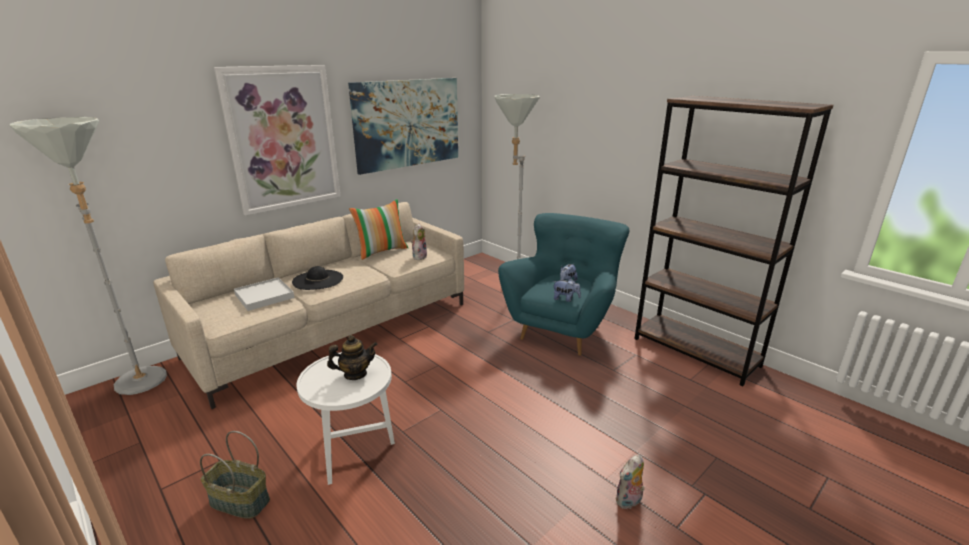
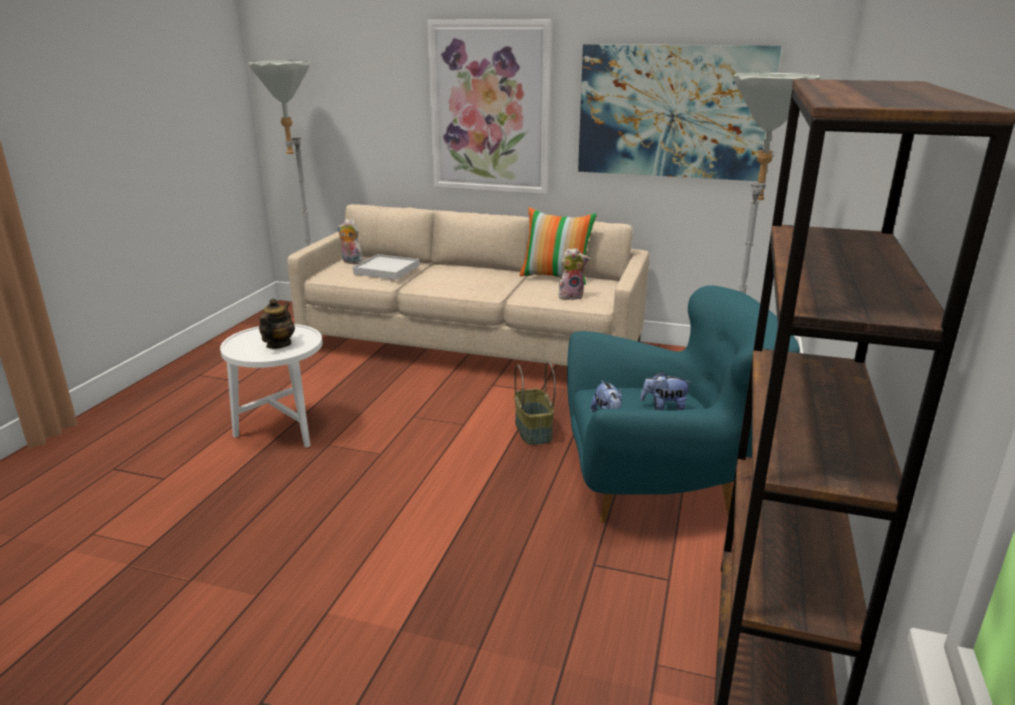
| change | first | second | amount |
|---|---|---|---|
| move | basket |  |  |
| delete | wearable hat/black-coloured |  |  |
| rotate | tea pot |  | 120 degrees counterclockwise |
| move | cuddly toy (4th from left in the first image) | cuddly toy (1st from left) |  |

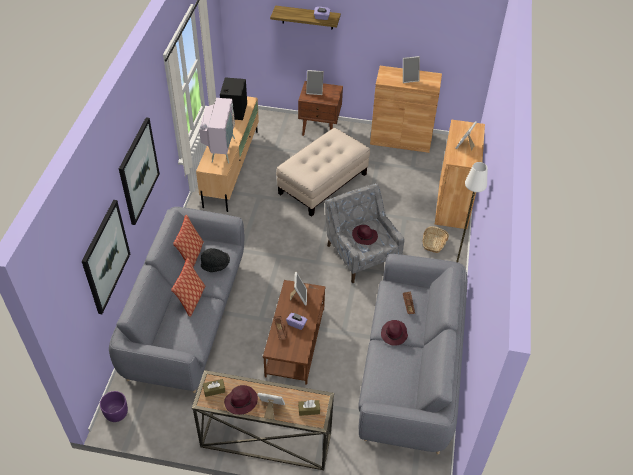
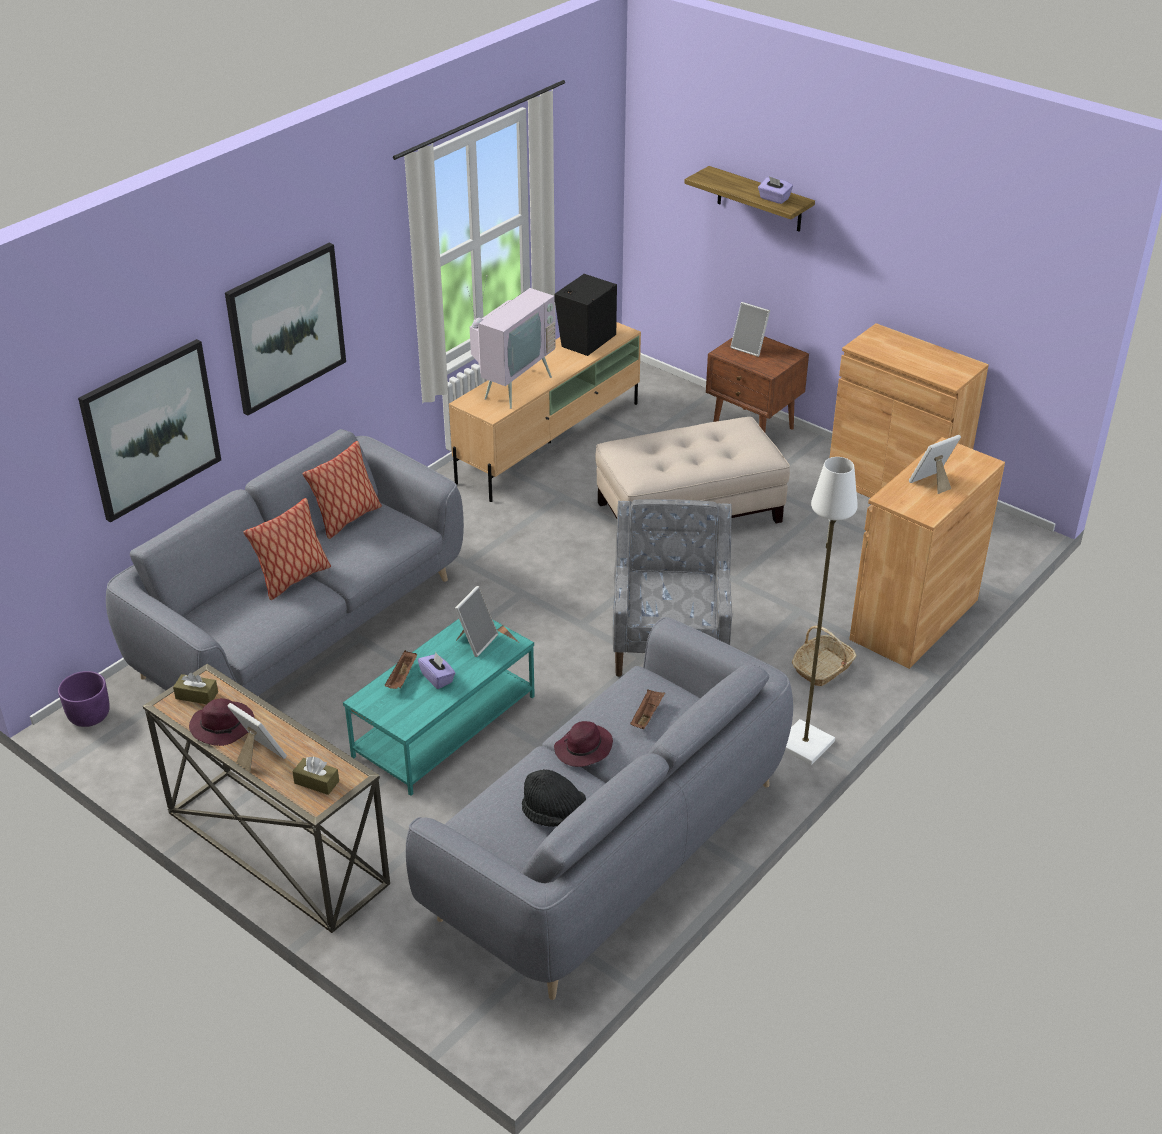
| change | first | second | amount |
|---|---|---|---|
| move | wearable hat/black-coloured |  |  |
| recolor | lounge table/brownish | lounge table/turquoise |  |
| delete | wearable hat/purple (2nd from left) |  |  |
| delete | photo frame (4th from left) |  |  |

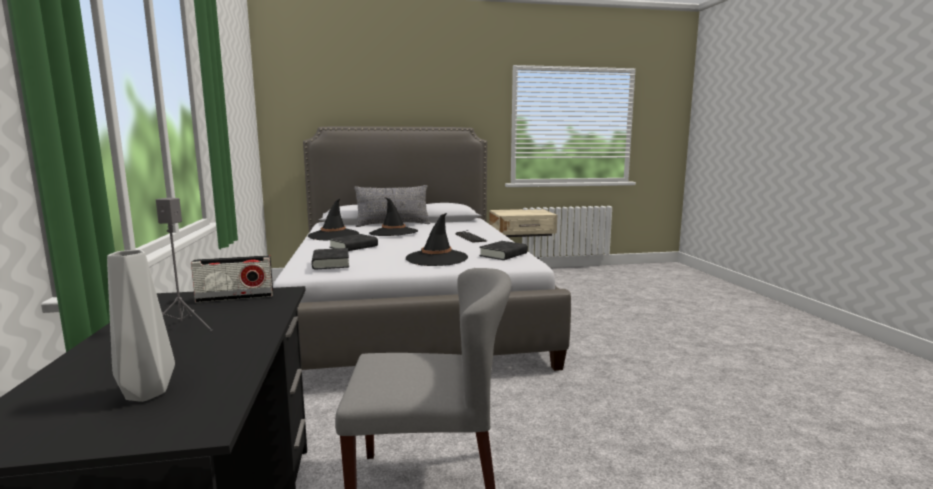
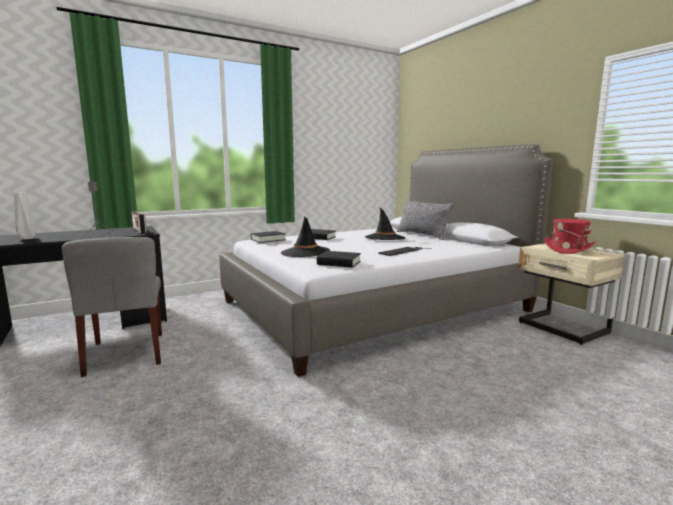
| change | first | second | amount |
|---|---|---|---|
| delete | wearable hat/black-coloured (1st from left) |  |  |
| insert |  | wearable hat/reddish |  |

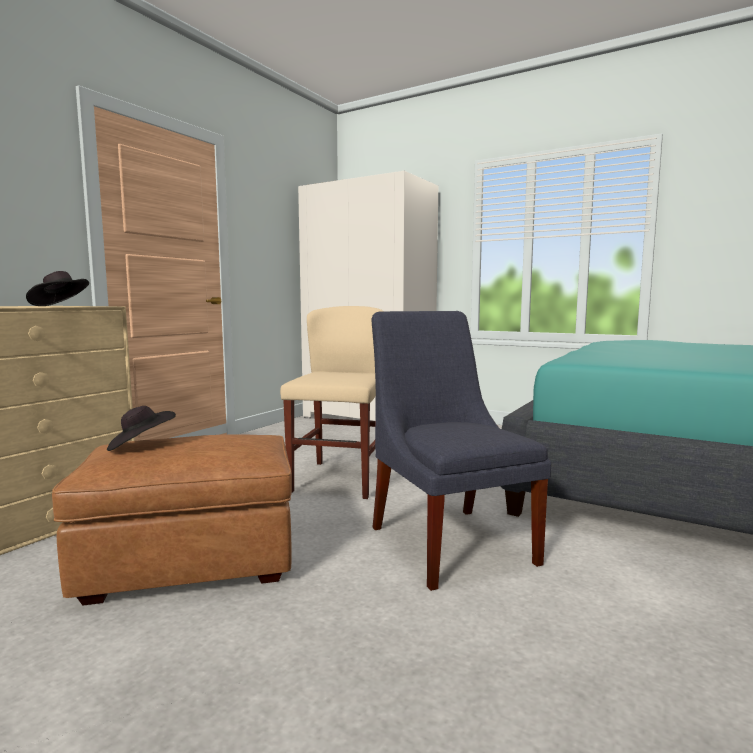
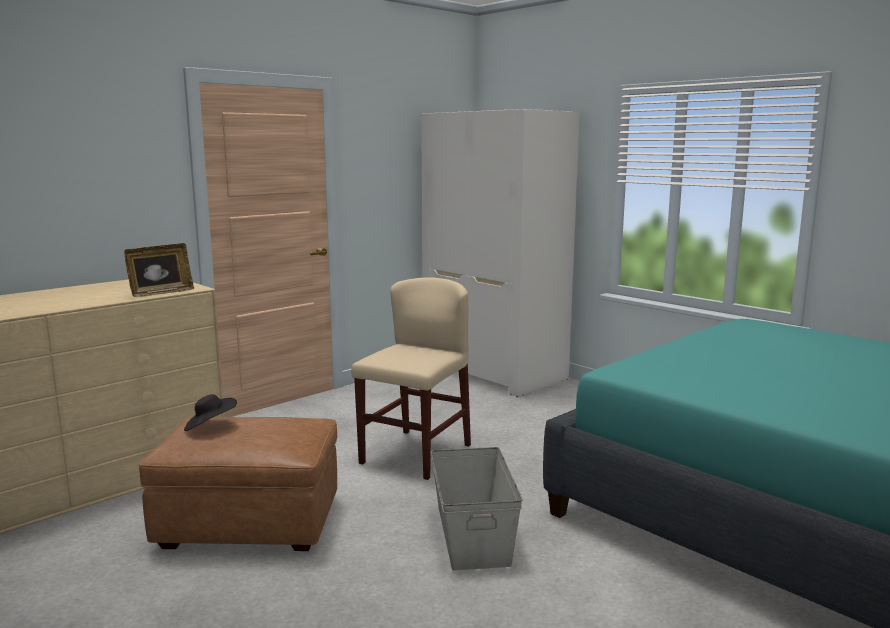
| change | first | second | amount |
|---|---|---|---|
| replace | wearable hat/black-coloured (1st from left) | photo frame |  |
| replace | chair/blue-coloured | storage container/greyish |  |

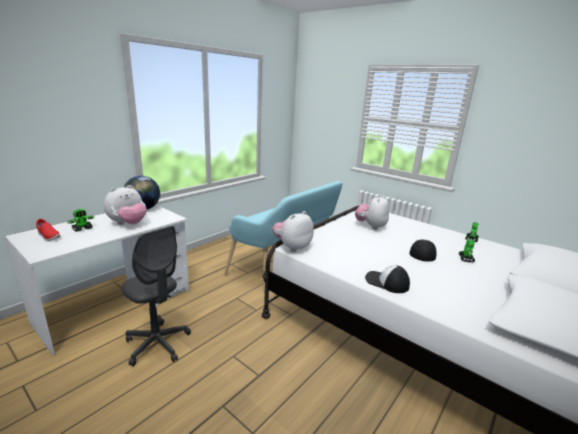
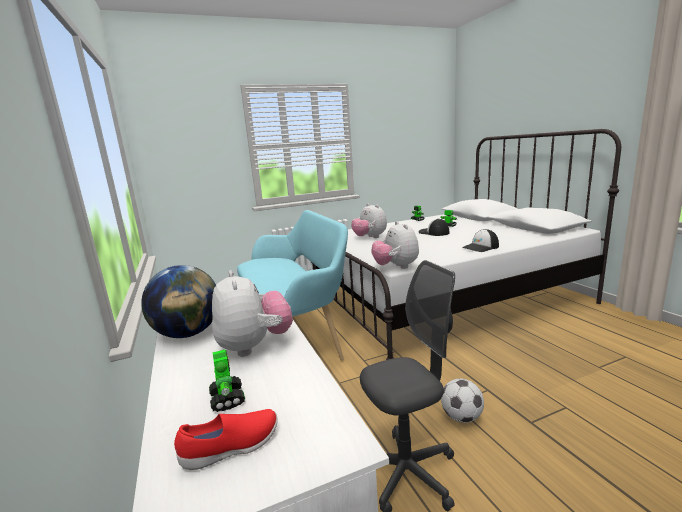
| change | first | second | amount |
|---|---|---|---|
| insert |  | football ball |  |

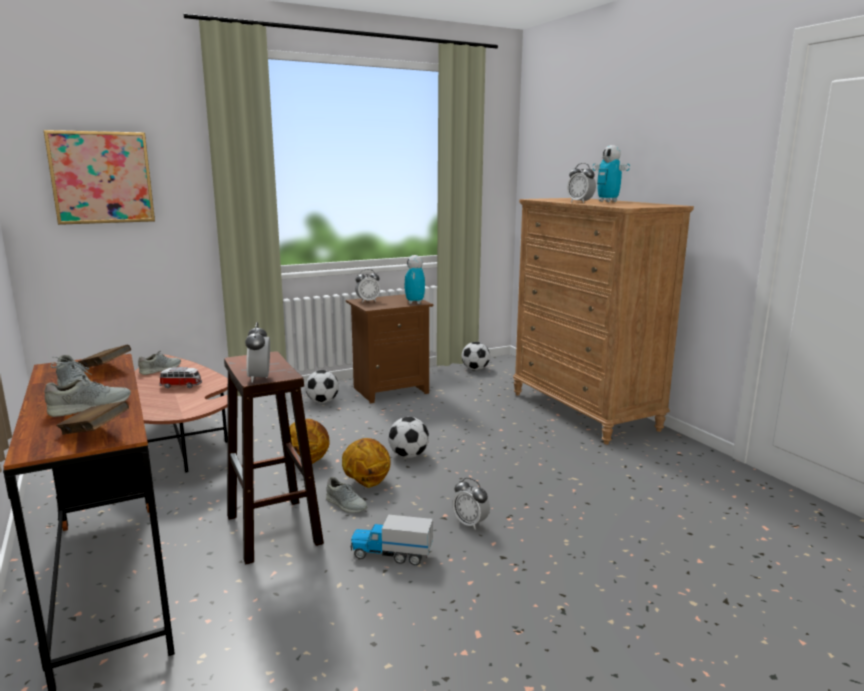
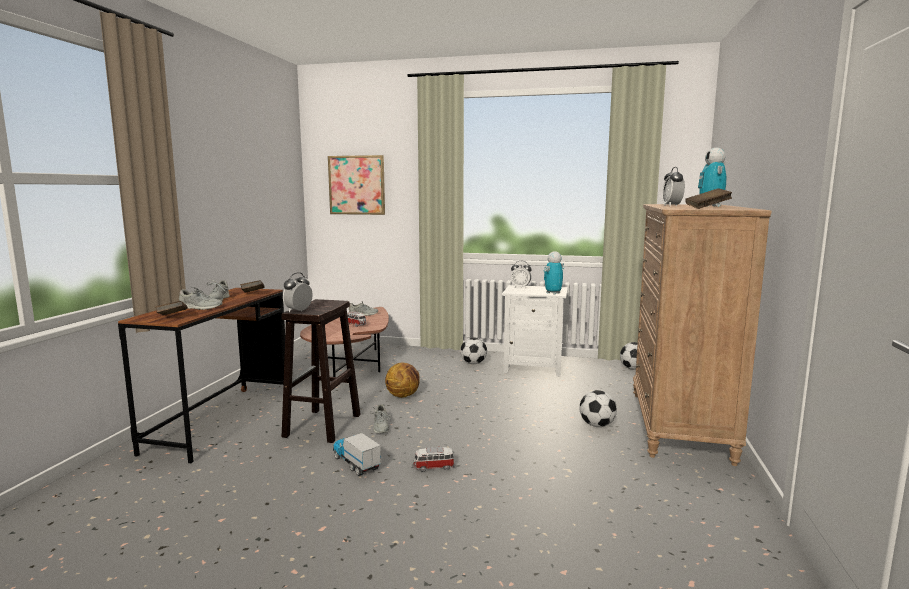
| change | first | second | amount |
|---|---|---|---|
| delete | ball for basketball (2nd from left) |  |  |
| recolor | bedside table/brownish | bedside table/white |  |
| move | football ball (2nd from left) |  |  |
| replace | table clock (3rd from left) | toy car (2nd from left) |  |
| insert |  | book/brownish (3rd from left) |  |

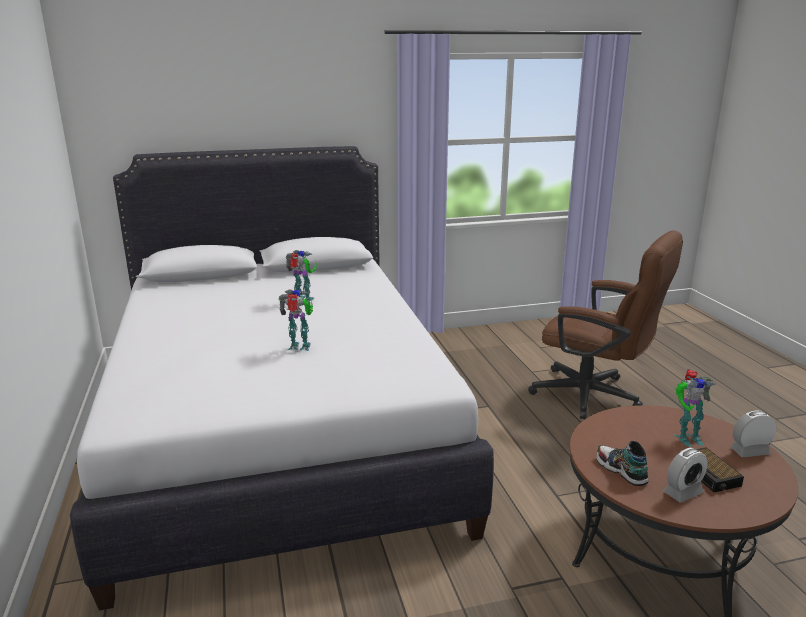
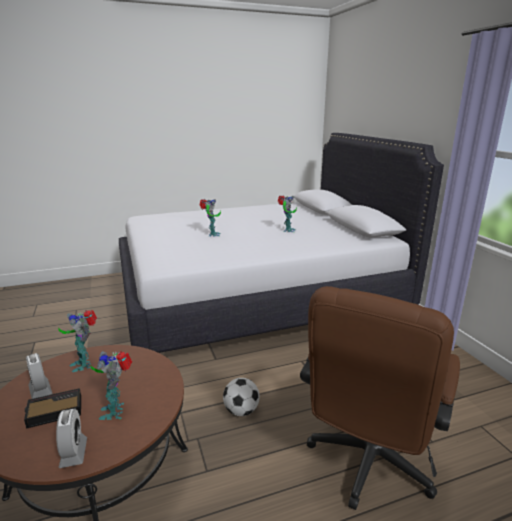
| change | first | second | amount |
|---|---|---|---|
| replace | item of footwear | model robot (1st from left) |  |
| insert |  | football ball |  |

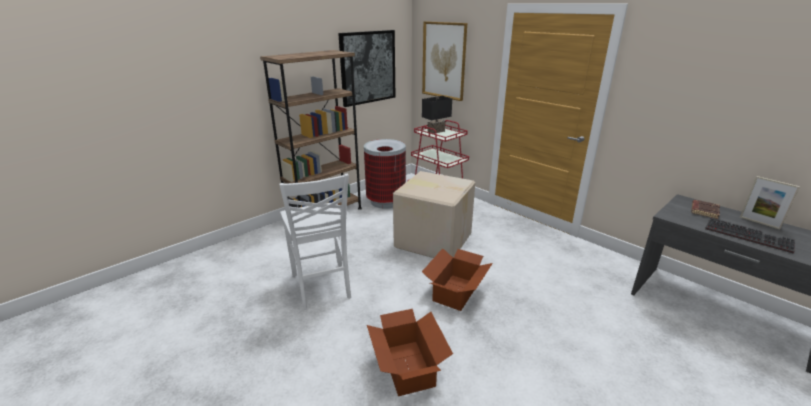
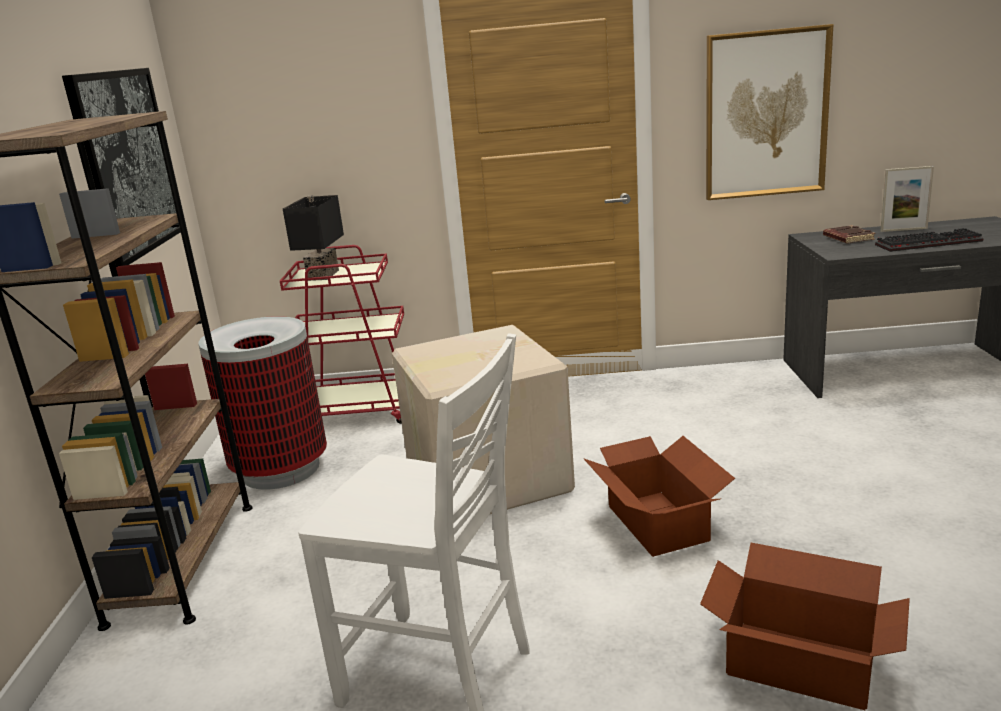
| change | first | second | amount |
|---|---|---|---|
| move | wall art (2nd from left) |  |  |

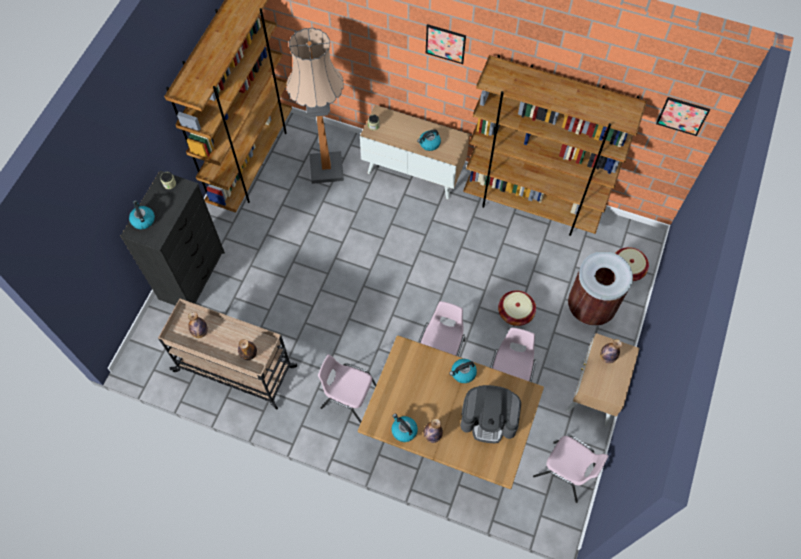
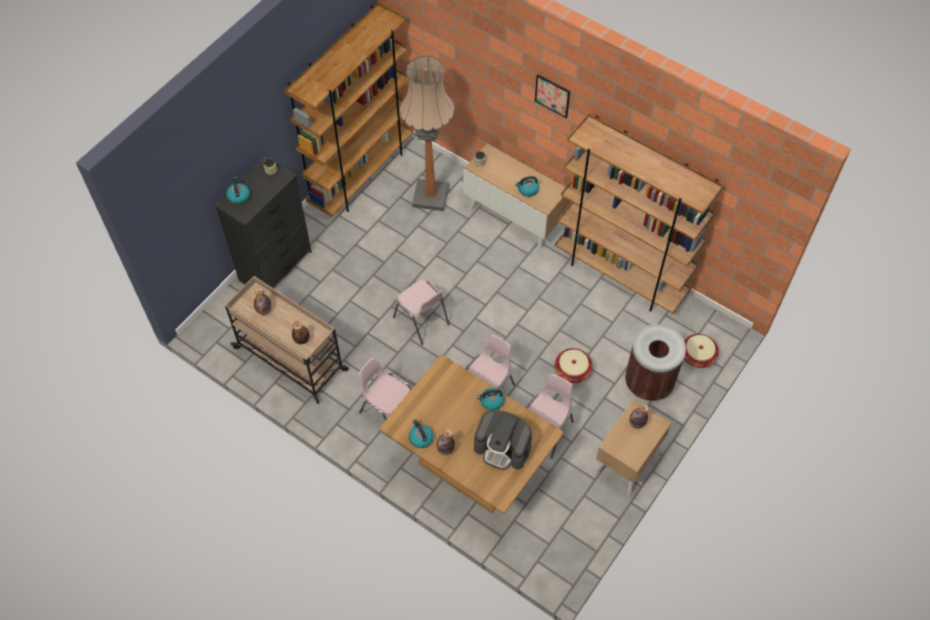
| change | first | second | amount |
|---|---|---|---|
| move | chair/pink (4th from left in the first image) | chair/pink (2nd from left) |  |
| delete | wall art (2nd from left) |  |  |

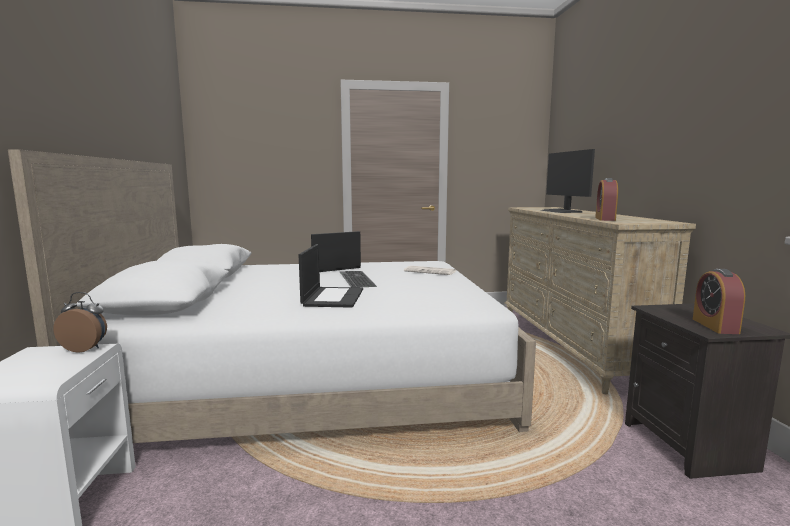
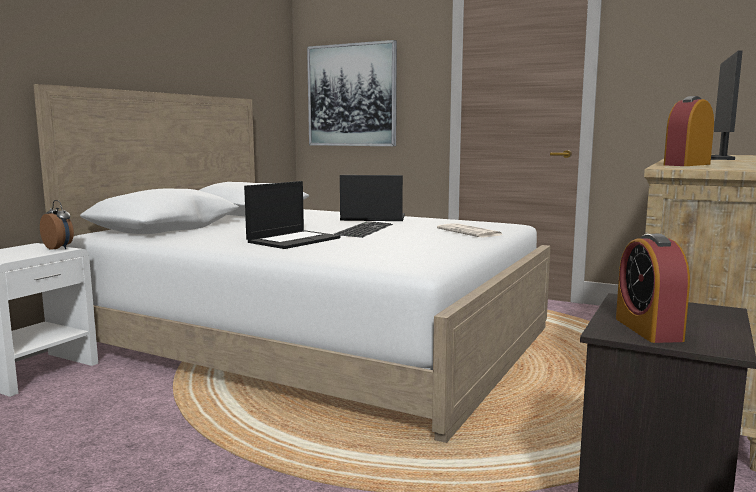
| change | first | second | amount |
|---|---|---|---|
| rotate | table clock (3rd from left in the first image) | table clock (2nd from left) | 45 degrees counterclockwise |
| insert |  | wall art |  |

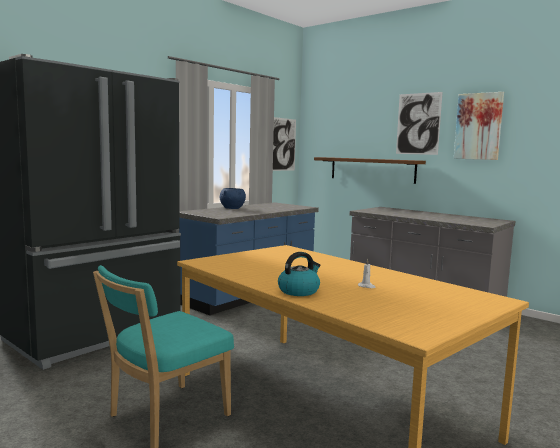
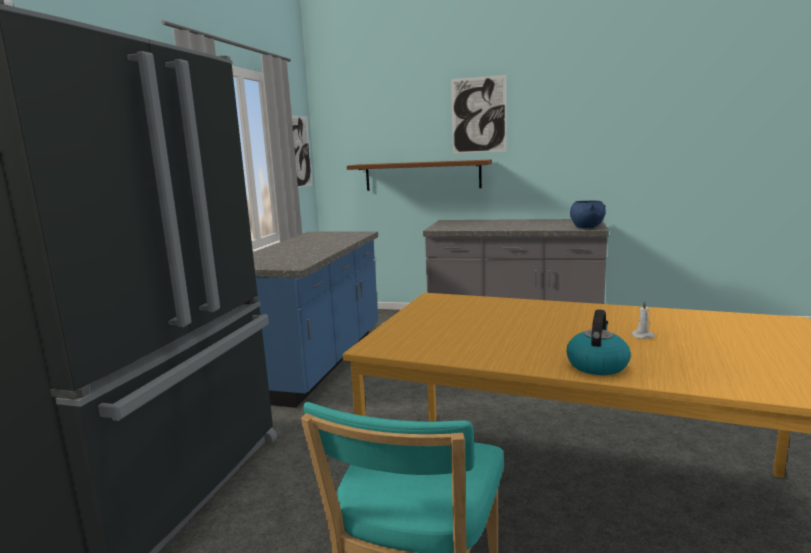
| change | first | second | amount |
|---|---|---|---|
| move | deep dish/blue-coloured |  |  |
| delete | wall art (3rd from left) |  |  |

